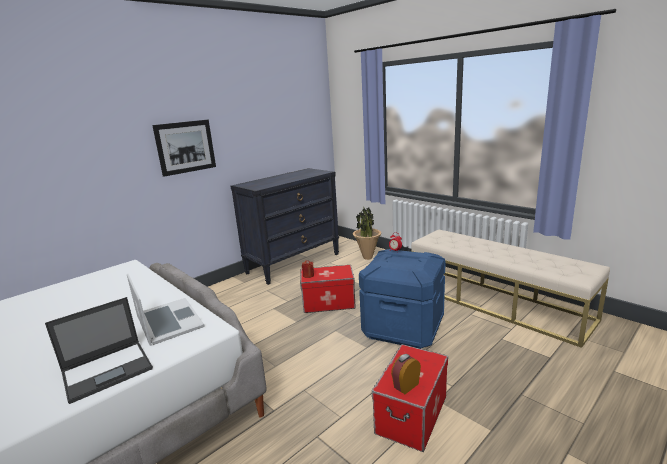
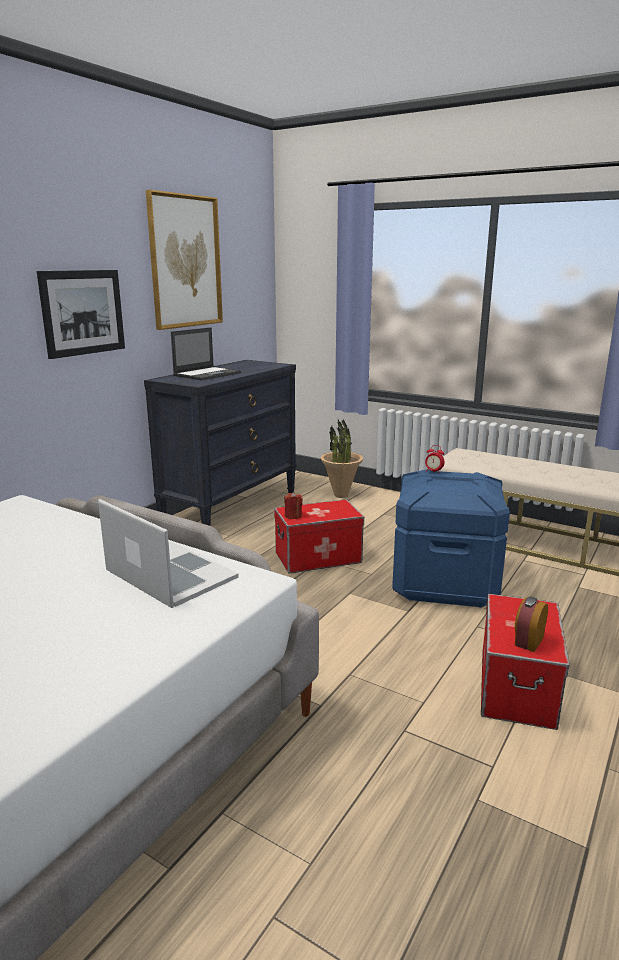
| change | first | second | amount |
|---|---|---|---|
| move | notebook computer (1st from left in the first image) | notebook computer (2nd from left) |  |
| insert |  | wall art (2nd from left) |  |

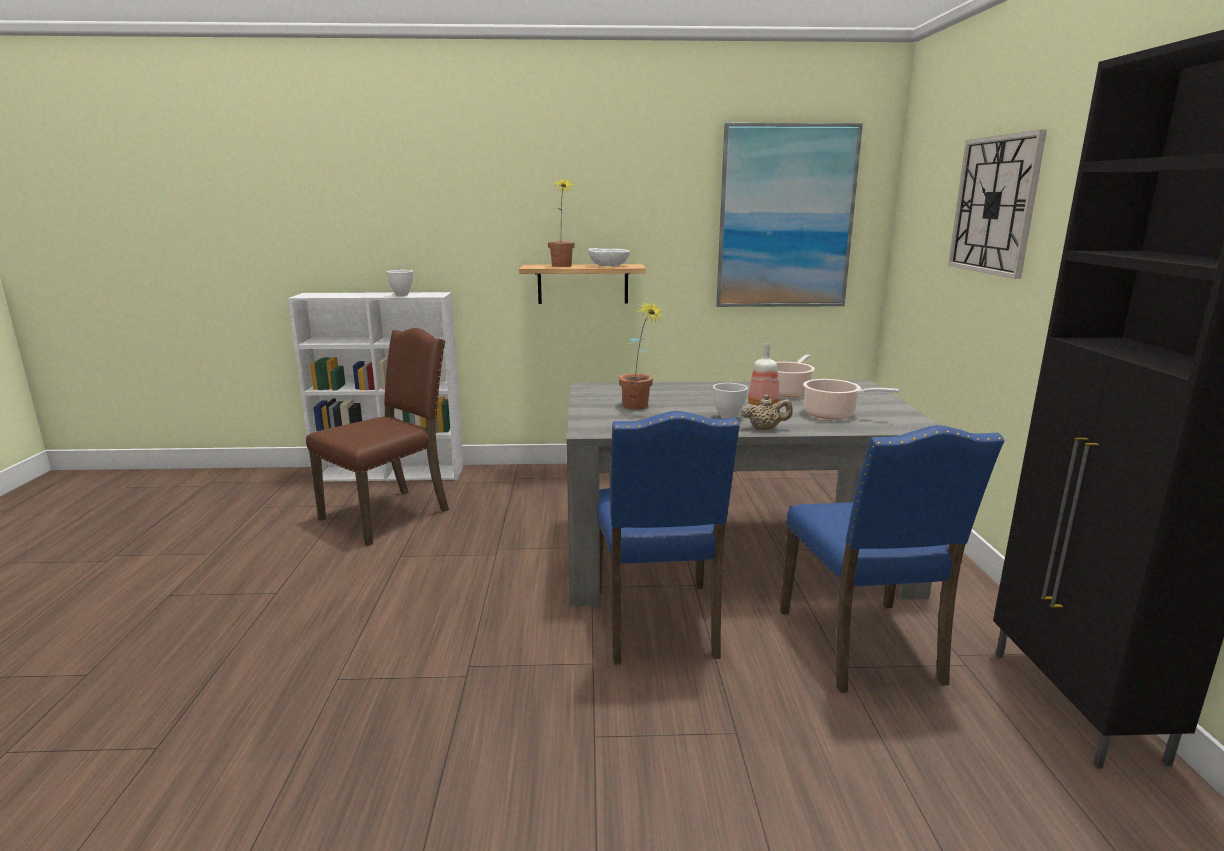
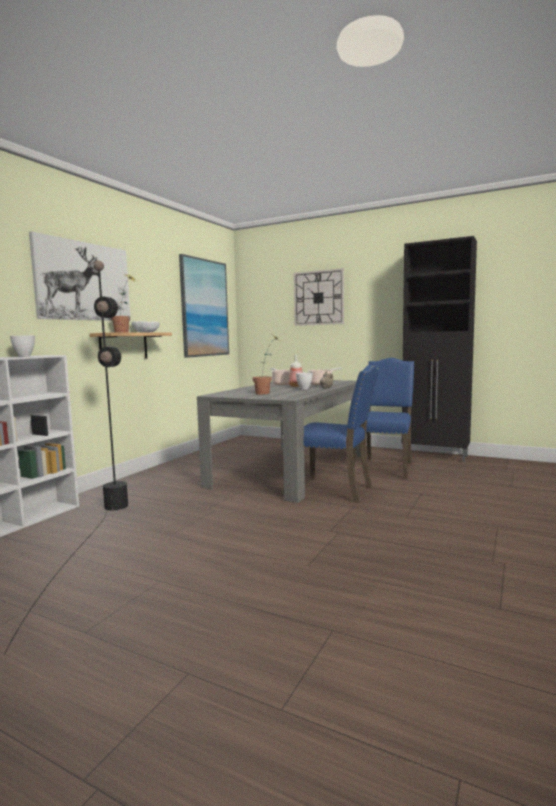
| change | first | second | amount |
|---|---|---|---|
| replace | chair/brownish | standard lamp/black-coloured |  |
| rotate | chair/blue-coloured (2nd from left) |  | 90 degrees counterclockwise |
| insert |  | wall art (1st from left) |  |

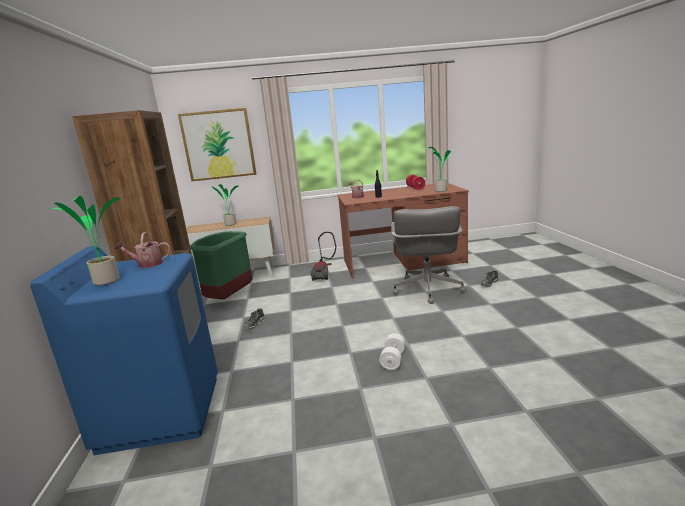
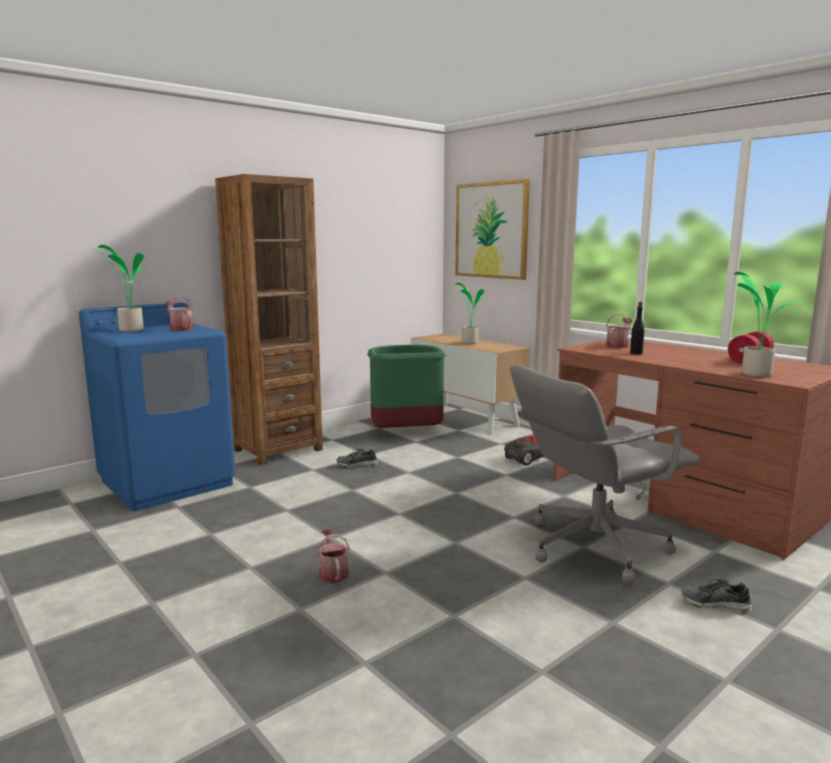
| change | first | second | amount |
|---|---|---|---|
| replace | dumbbell/white | sprinkling can (2nd from left) |  |

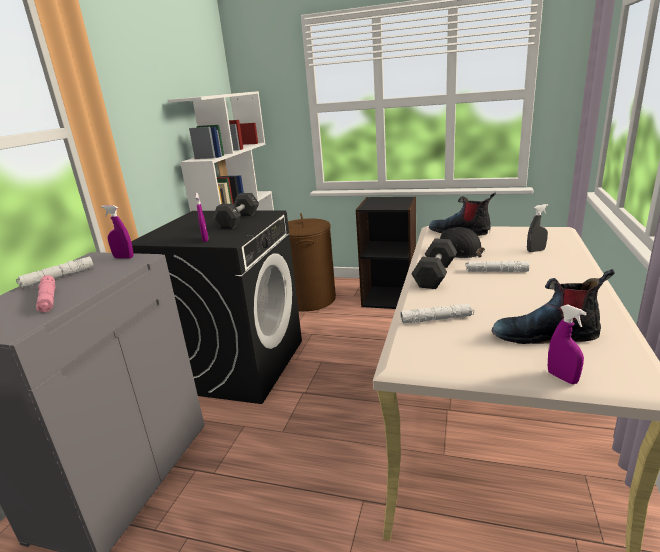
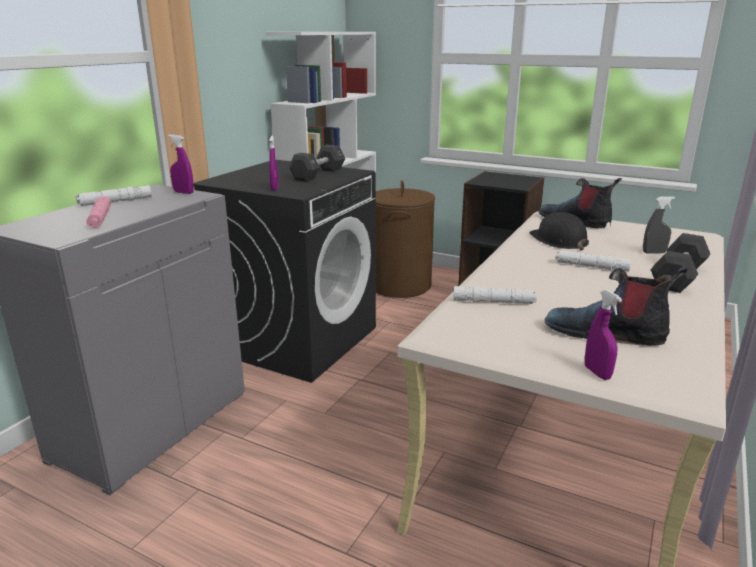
| change | first | second | amount |
|---|---|---|---|
| move | dumbbell/black-coloured (2nd from left) |  |  |

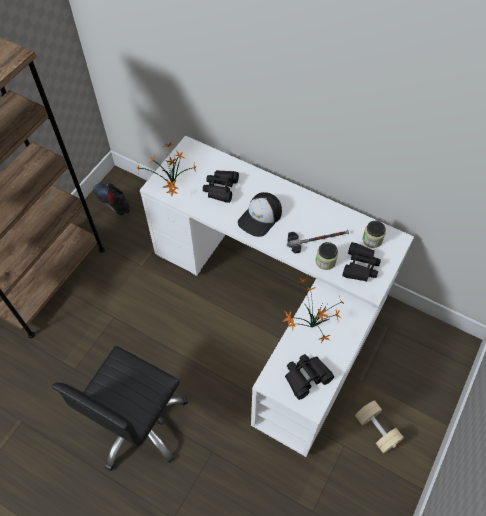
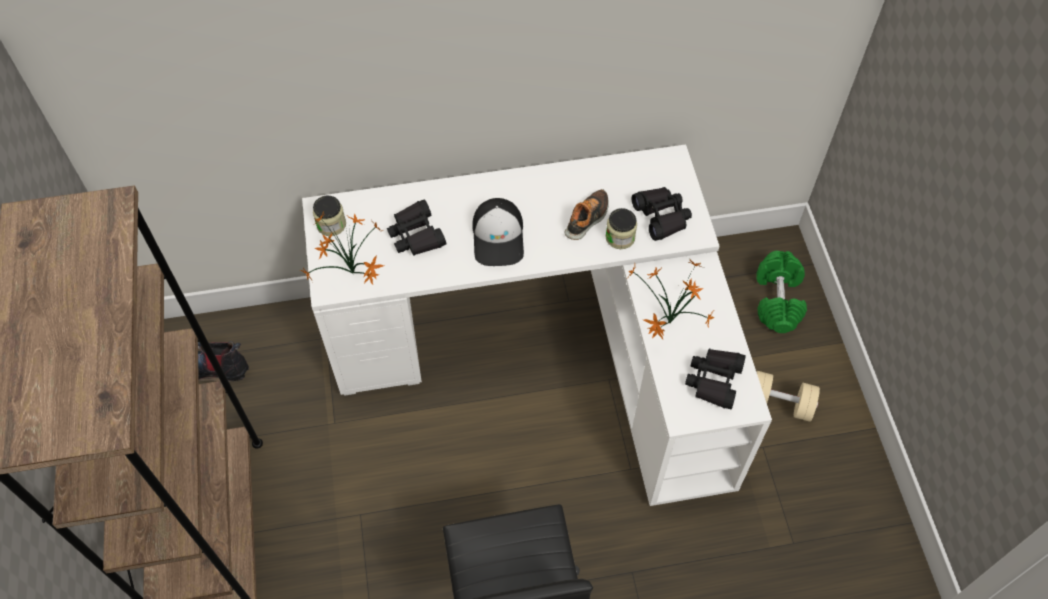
| change | first | second | amount |
|---|---|---|---|
| replace | tool hammer | item of footwear |  |
| move | storage jar (2nd from left in the first image) | storage jar (1st from left) |  |
| insert |  | dumbbell/green |  |

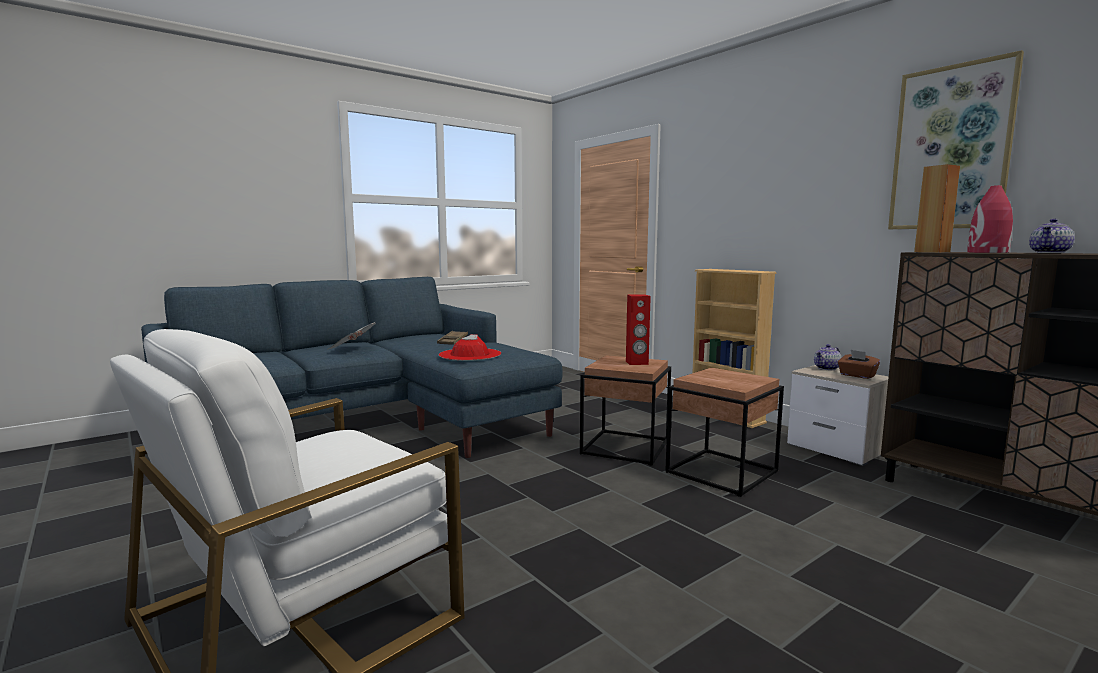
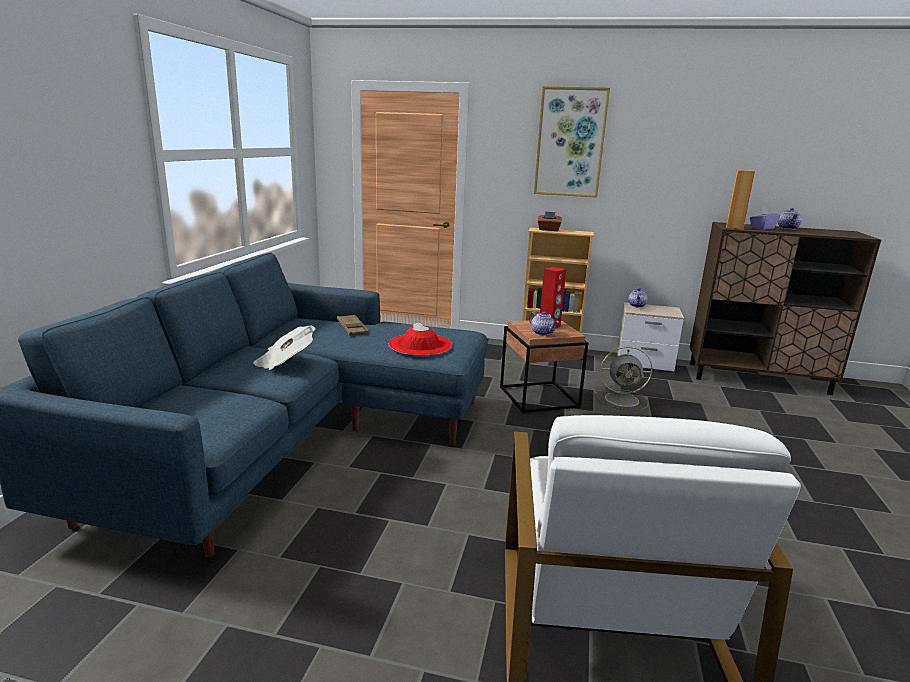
| change | first | second | amount |
|---|---|---|---|
| replace | end table/brownish (2nd from left) | electric fan/greyish |  |
| move | box of tissues/brownish |  |  |
| move | wall art |  |  |
| replace | flower vase/reddish | box of tissues/purple |  |
| insert |  | tea pot (1st from left) |  |

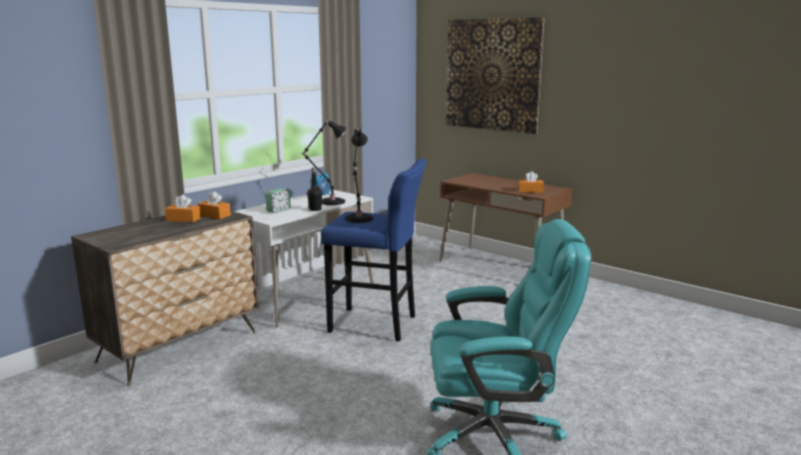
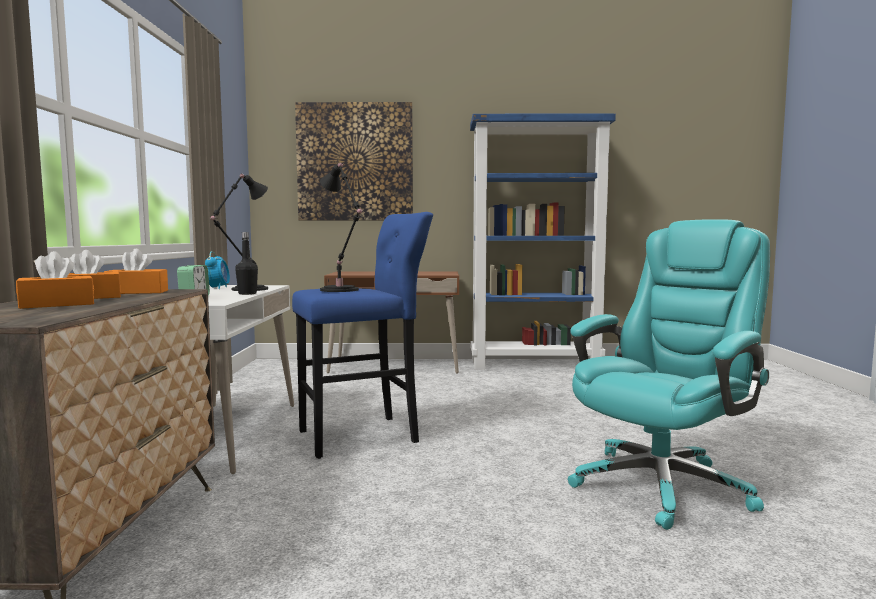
| change | first | second | amount |
|---|---|---|---|
| move | box of tissues/orange-coloured (3rd from left in the first image) | box of tissues/orange-coloured (1st from left) |  |
| insert |  | shelving unit/blue-coloured |  |

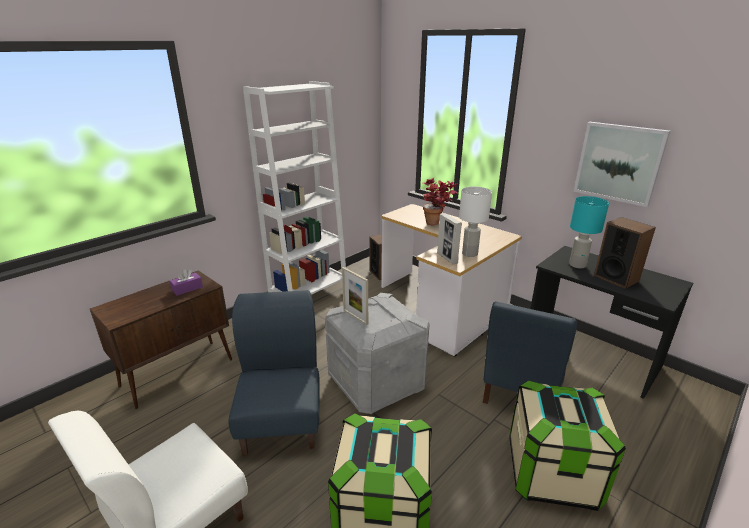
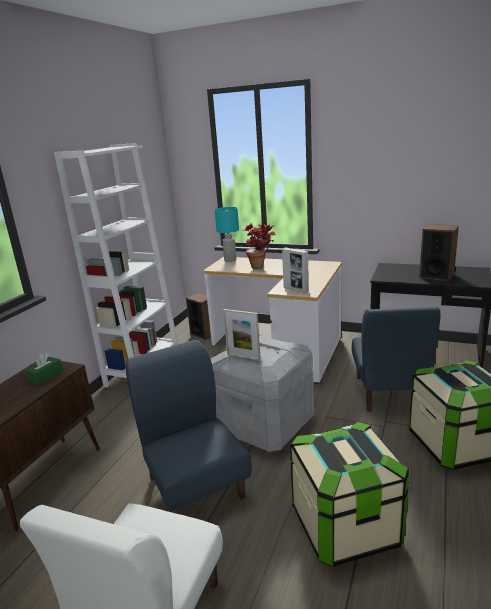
| change | first | second | amount |
|---|---|---|---|
| recolor | box of tissues/purple | box of tissues/green |  |
| delete | tabletop lamp/white |  |  |
| move | tabletop lamp/turquoise |  |  |
| delete | wall art |  |  |

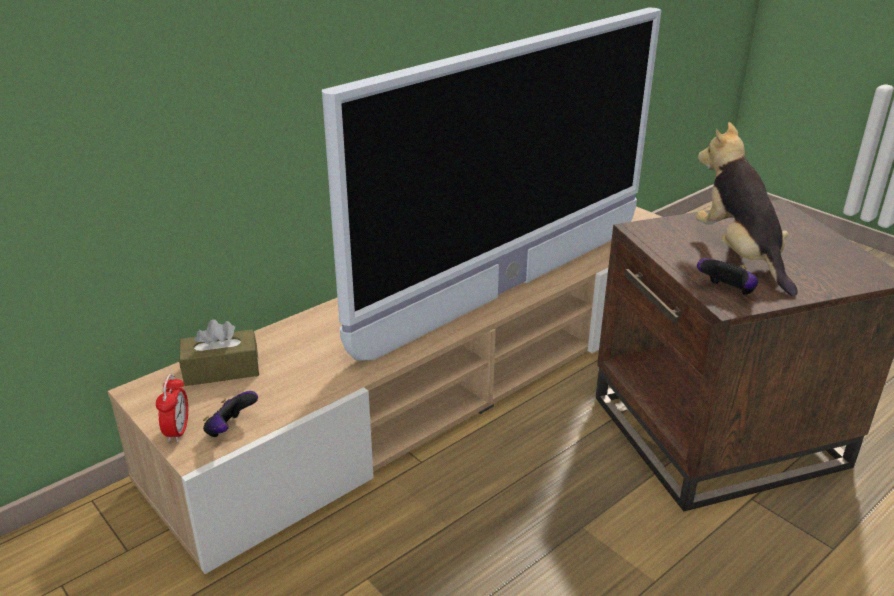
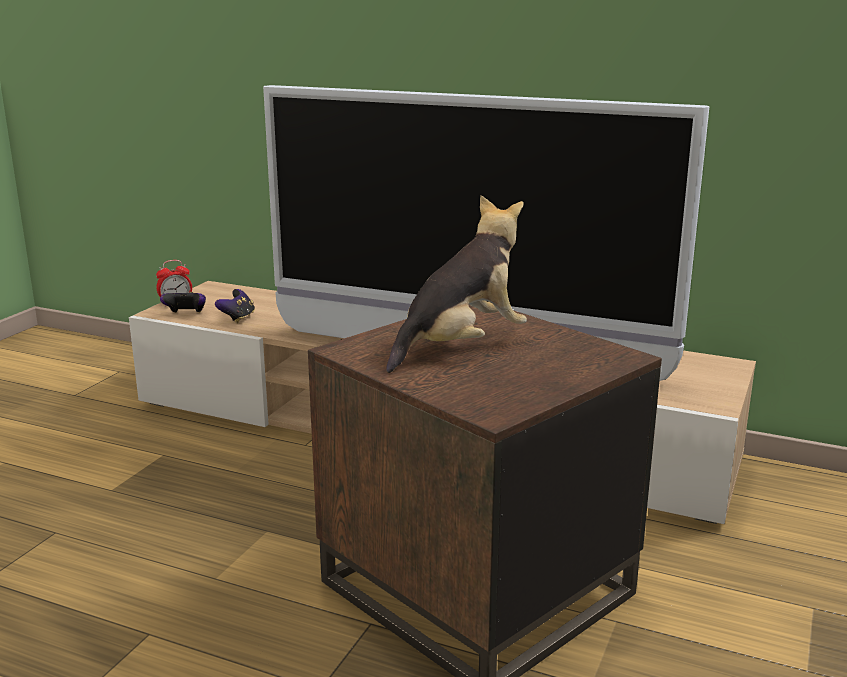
| change | first | second | amount |
|---|---|---|---|
| delete | box of tissues/brownish |  |  |
| move | joypad (2nd from left) |  |  |

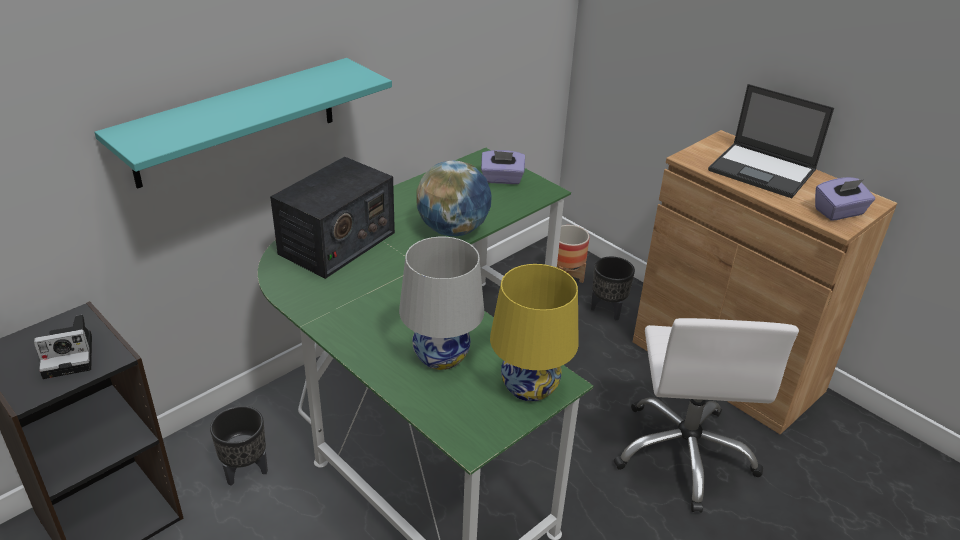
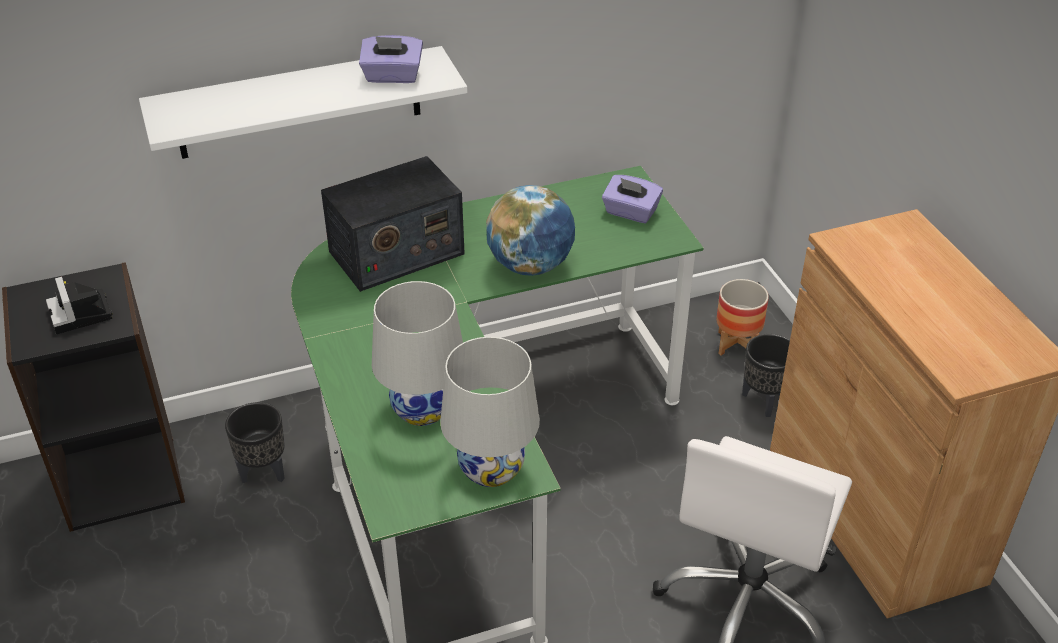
| change | first | second | amount |
|---|---|---|---|
| rotate | photo camera |  | 60 degrees clockwise |
| recolor | shelf/turquoise | shelf/white |  |
| recolor | tabletop lamp/yellow-coloured | tabletop lamp/white (2nd from left) |  |
| delete | notebook computer |  |  |
| move | box of tissues/purple (2nd from left in the first image) | box of tissues/purple (1st from left) |  |

